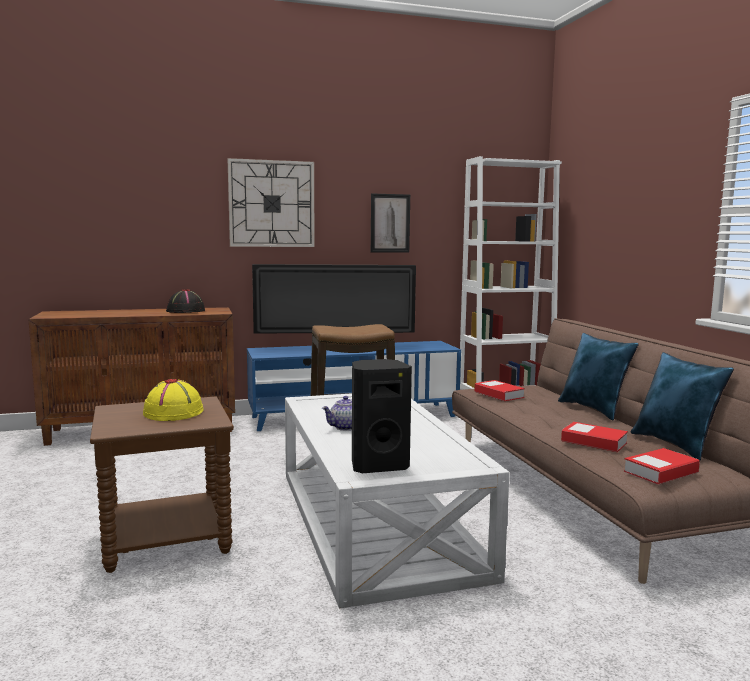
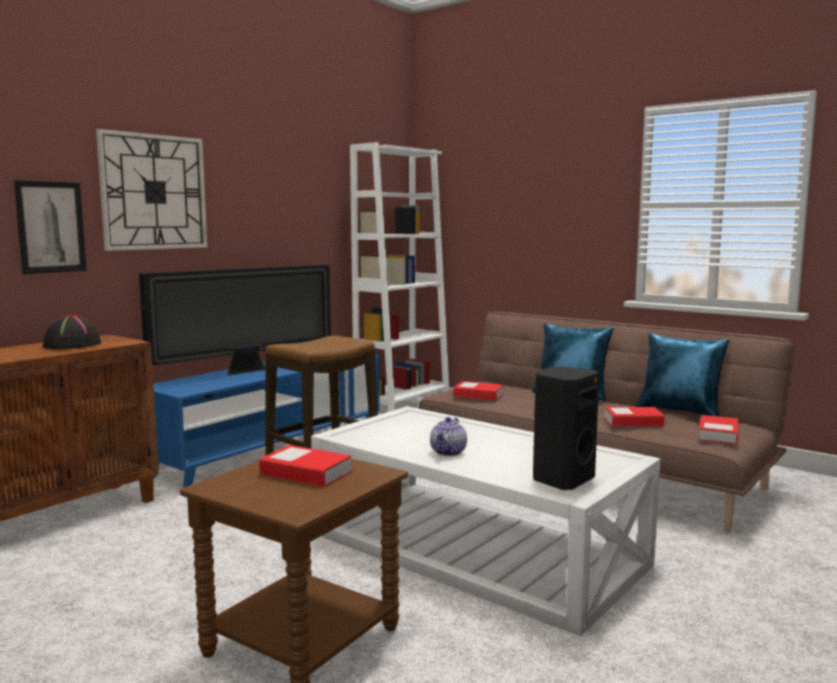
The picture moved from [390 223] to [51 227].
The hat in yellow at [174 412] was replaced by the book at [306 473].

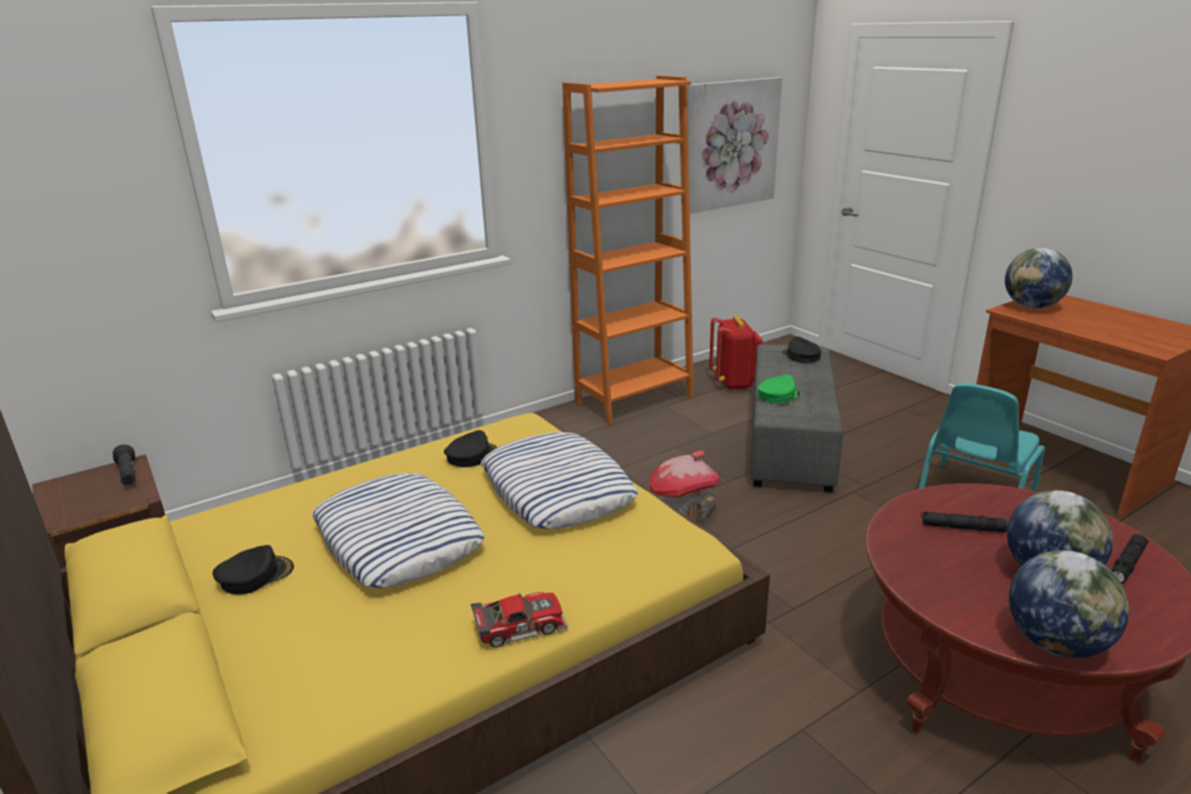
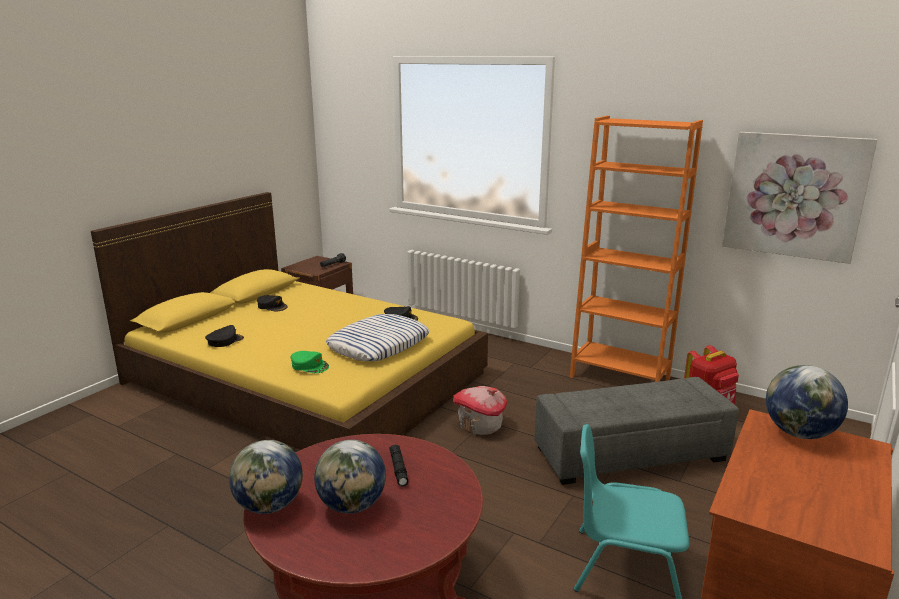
The cap in black moved from [801 356] to [225 341].
The cap in green moved from [778 395] to [310 366].
The pillow at [397 539] disappeared.
The flashlight in black at [1127 564] disappeared.
The toy car at [519 624] disappeared.

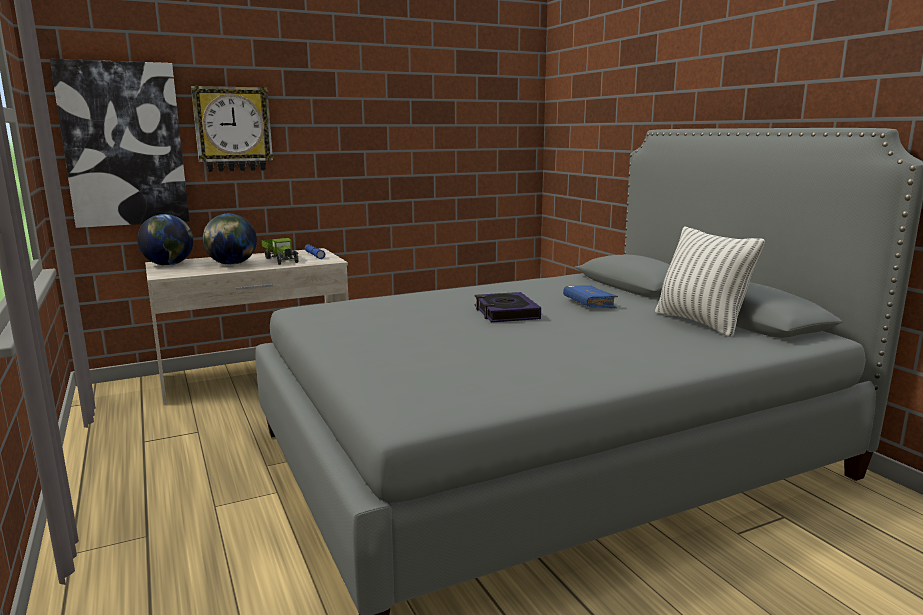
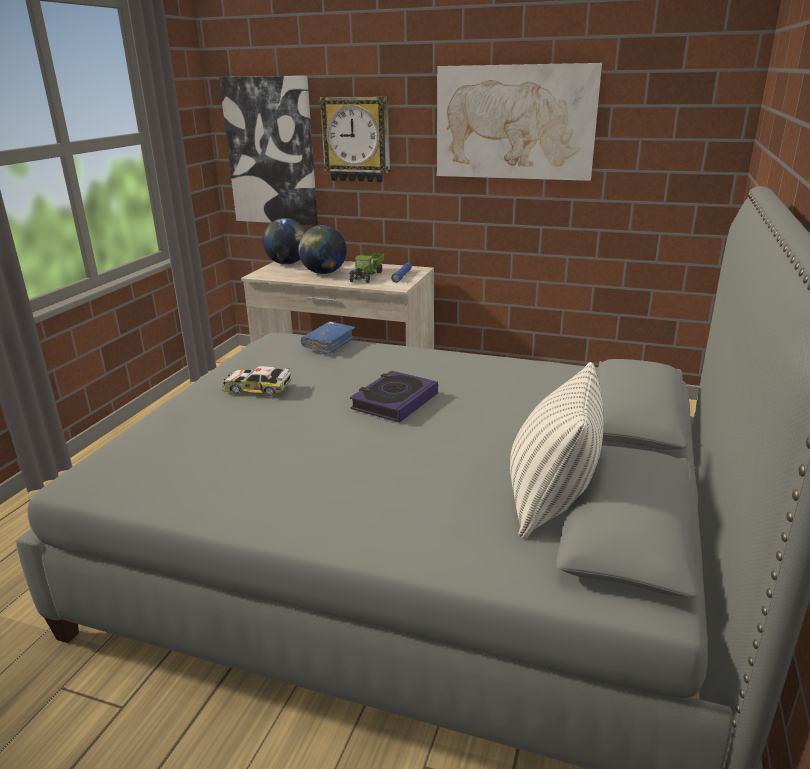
The book in blue moved from [589 304] to [329 344].
The picture at [514 122] appeared.
The toy car at [257 388] appeared.

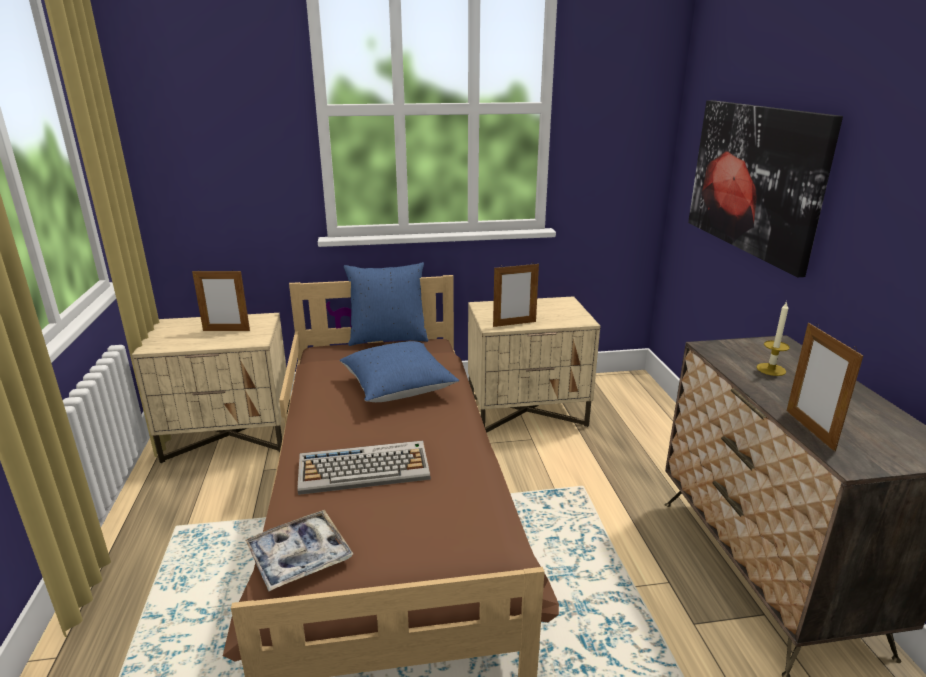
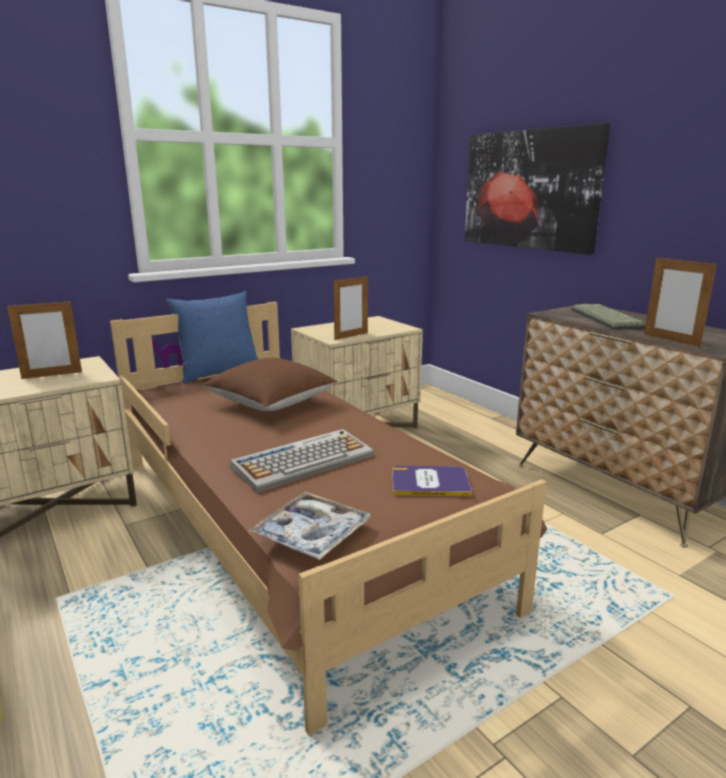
The candle at [771 369] was replaced by the keyboard at [603 318].
The pillow in blue at [398 388] became the pillow in brown at [271 403].
The book at [430 482] appeared.

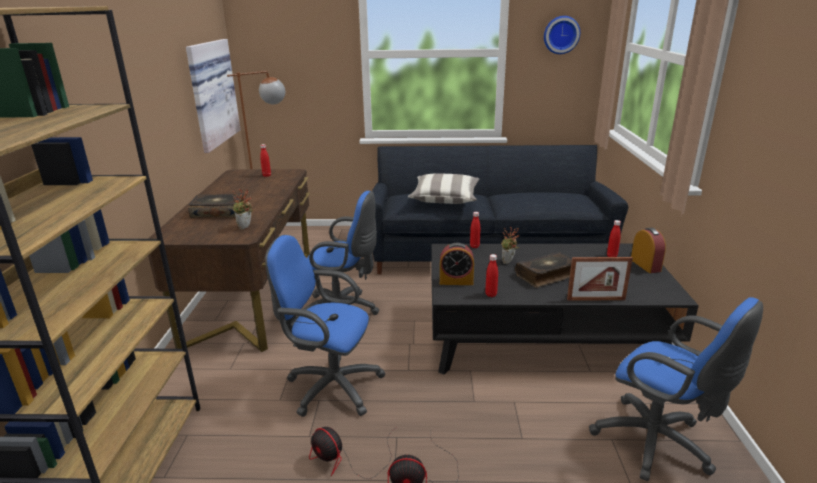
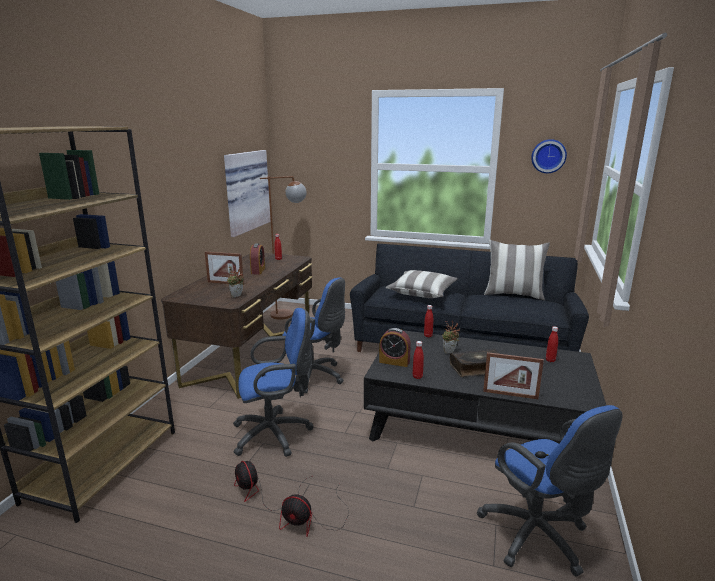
The book at [219 212] was replaced by the picture frame at [225 283].
The alarm clock moved from [645 265] to [258 271].
The office chair in blue at [329 386] turned 135 degrees clockwise.
The pillow at [513 294] appeared.

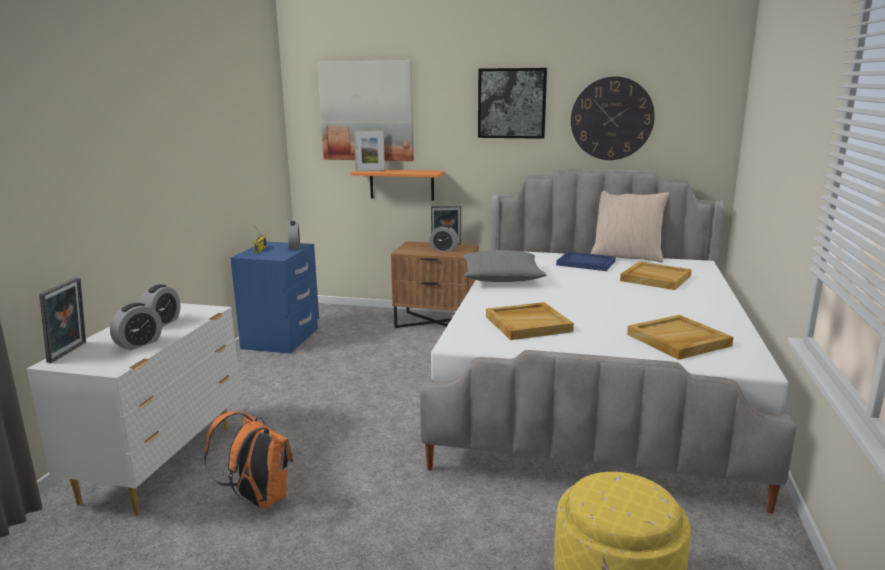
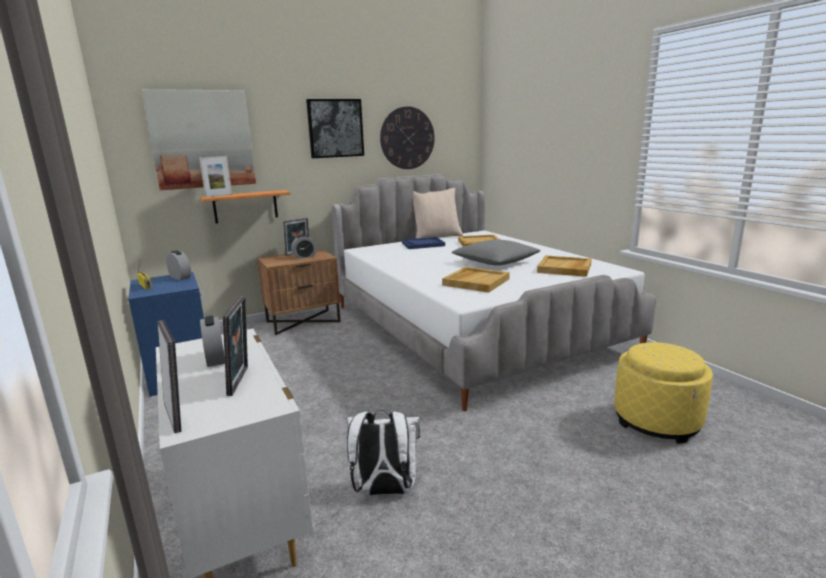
The pillow in grey moved from [501 278] to [495 262].
The alarm clock at [139 344] was replaced by the picture frame at [241 380].
The backpack in orange at [258 499] became the backpack in white at [385 491].

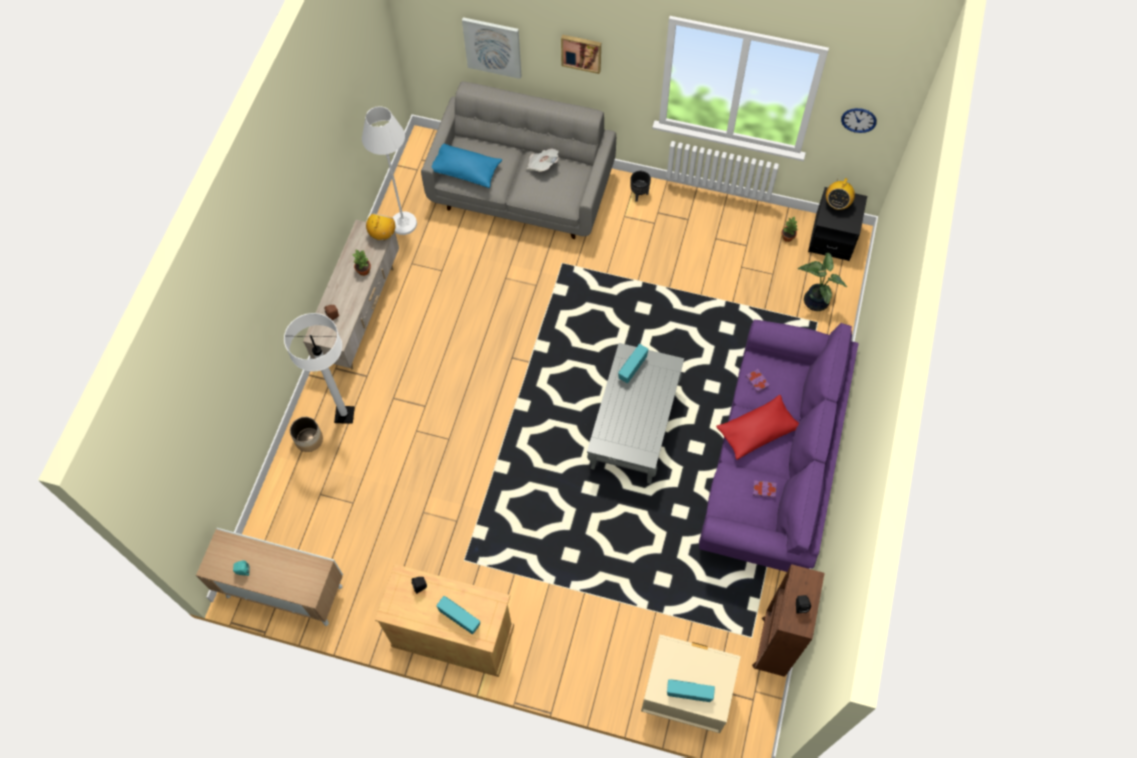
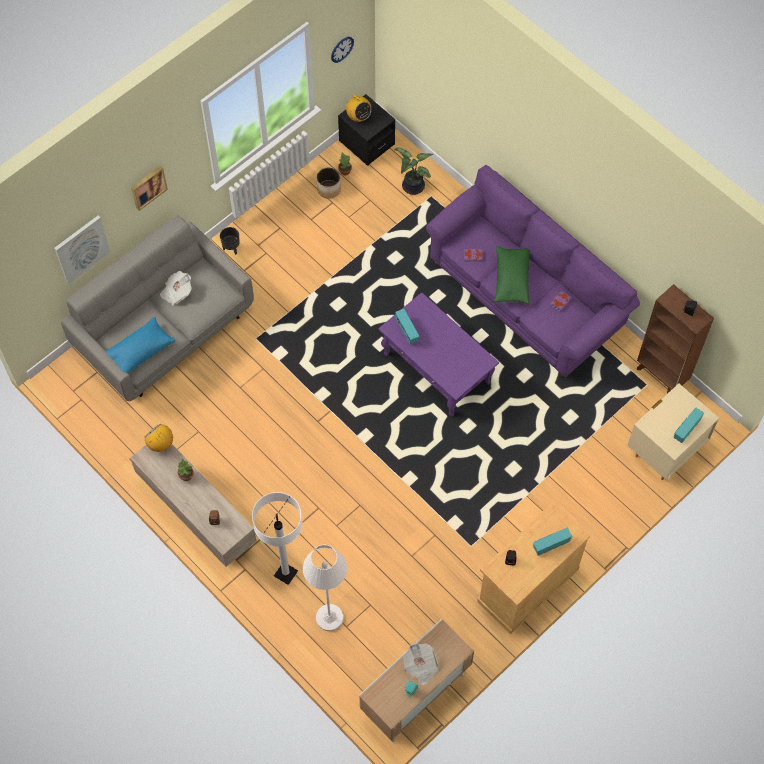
The floor lamp in white moved from [403 223] to [329 618].
The coffee table in grey at [633 428] became the coffee table in purple at [437 369].
The pillow in red at [757 431] became the pillow in green at [511 279].
The planter moved from [309 439] to [329 189].
The newspaper at [420 666] appeared.

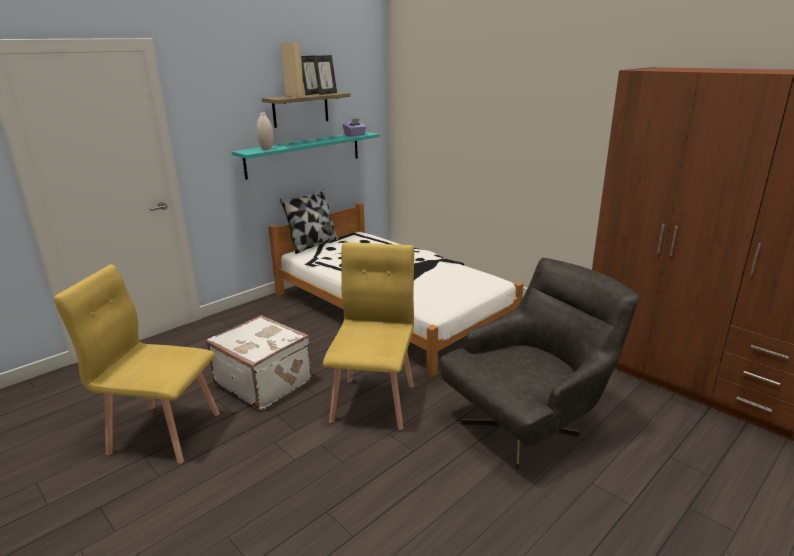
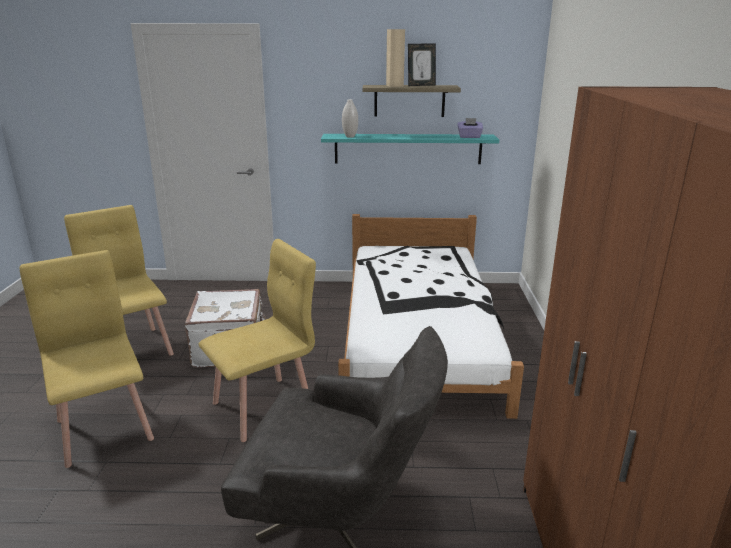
The picture frame at [326 93] disappeared.
The pillow at [313 245] disappeared.
The chair in yellow at [105 428] appeared.

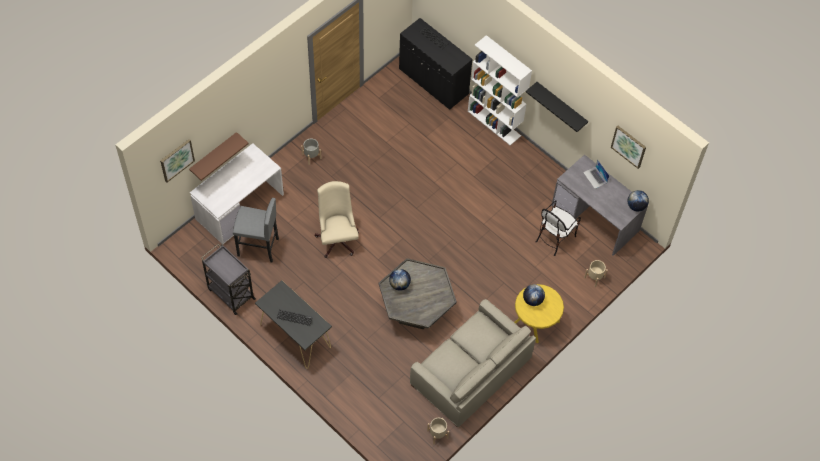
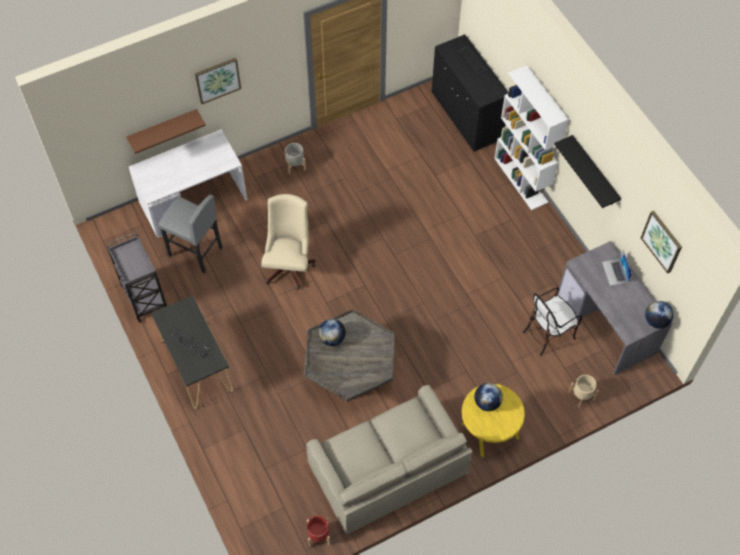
The picture moved from [176 160] to [217 80].
The planter in beige at [437 434] became the planter in red at [319 535].

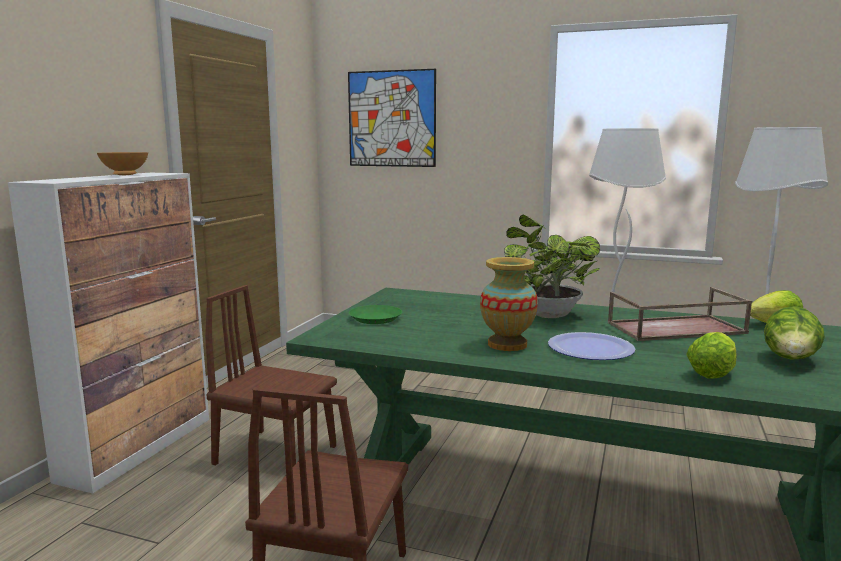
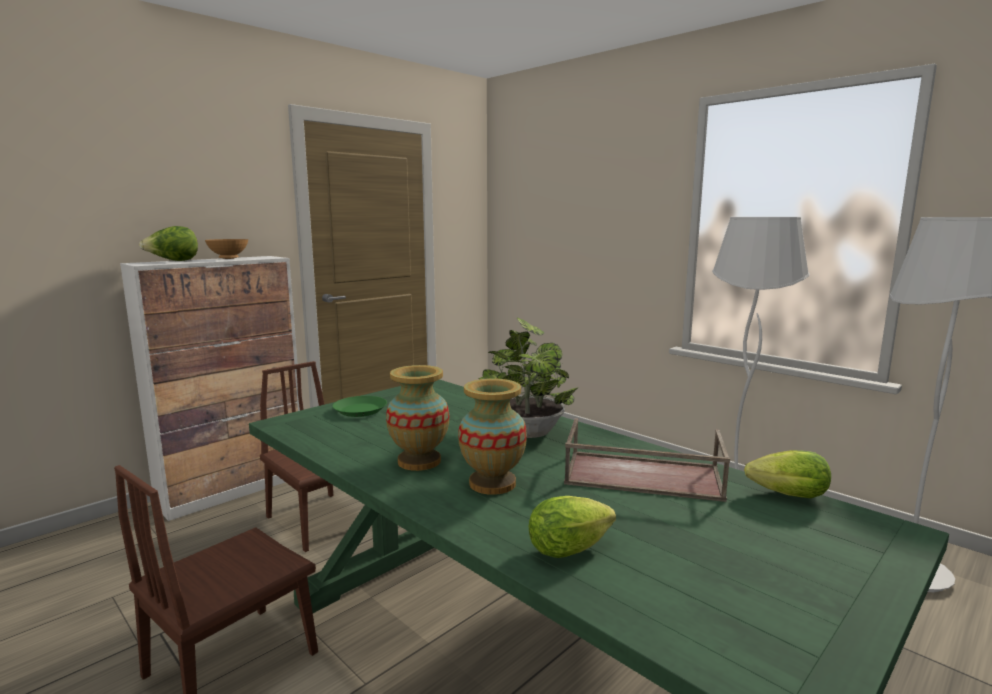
The picture at [391 119] disappeared.
The lettuce moved from [790 360] to [173 261].
The plate at [591 349] was replaced by the vase at [493 484].

